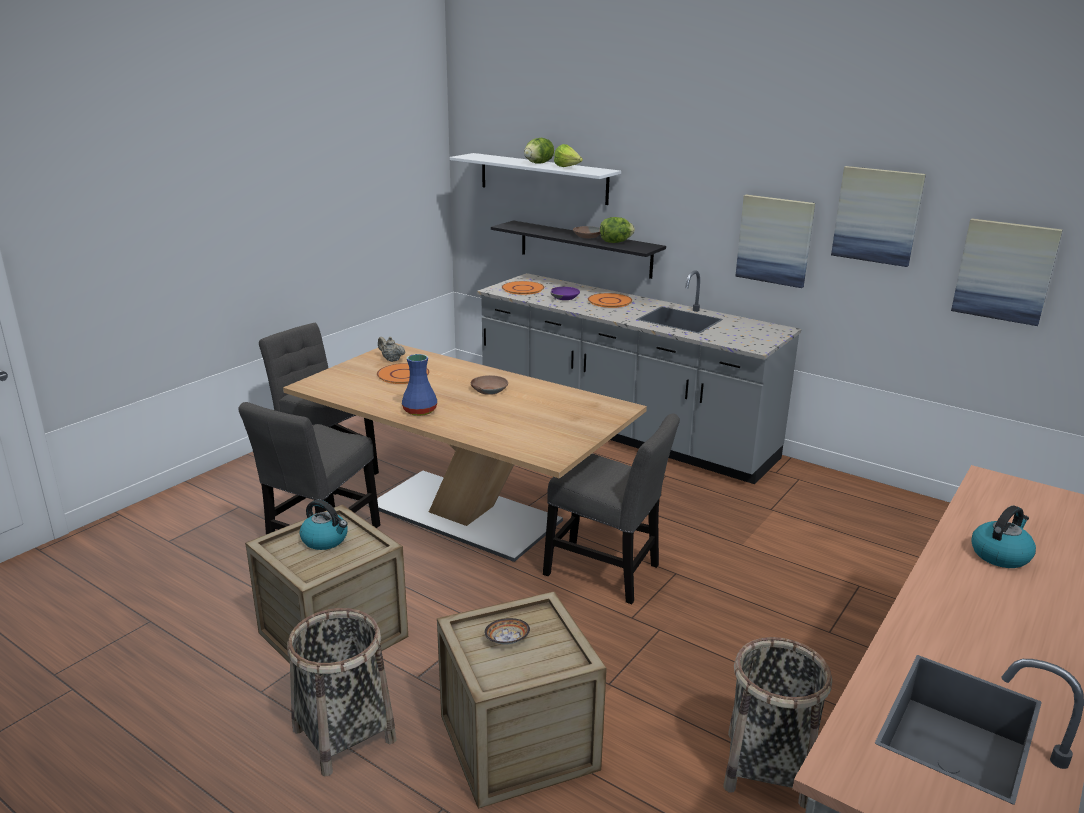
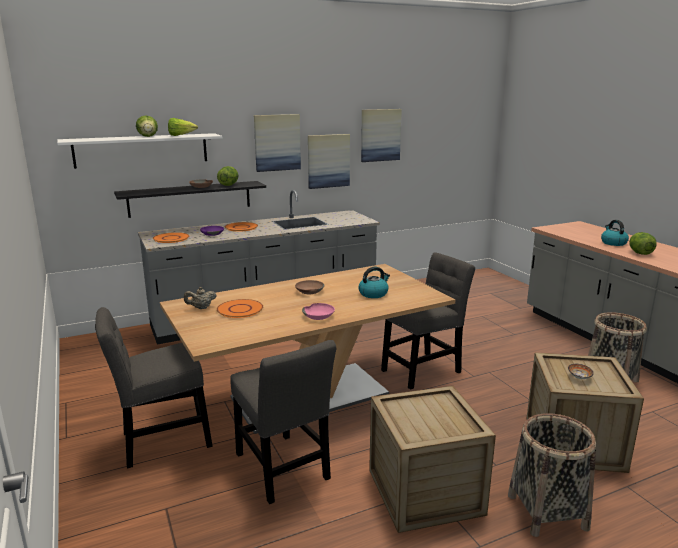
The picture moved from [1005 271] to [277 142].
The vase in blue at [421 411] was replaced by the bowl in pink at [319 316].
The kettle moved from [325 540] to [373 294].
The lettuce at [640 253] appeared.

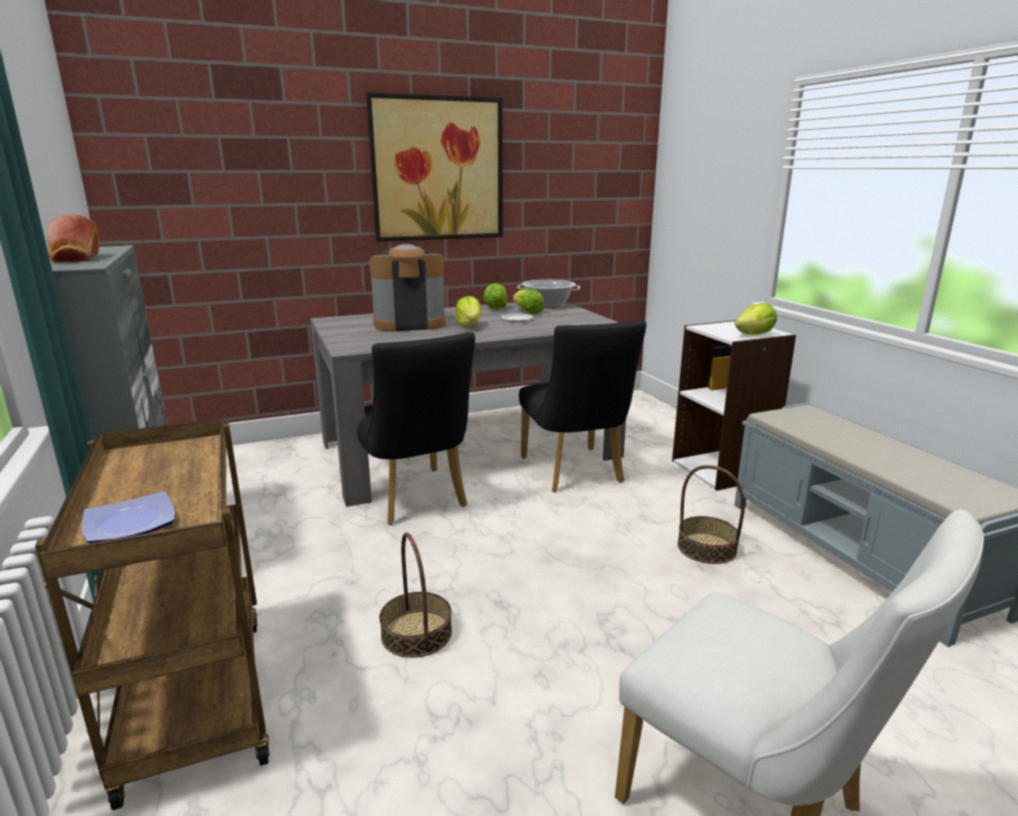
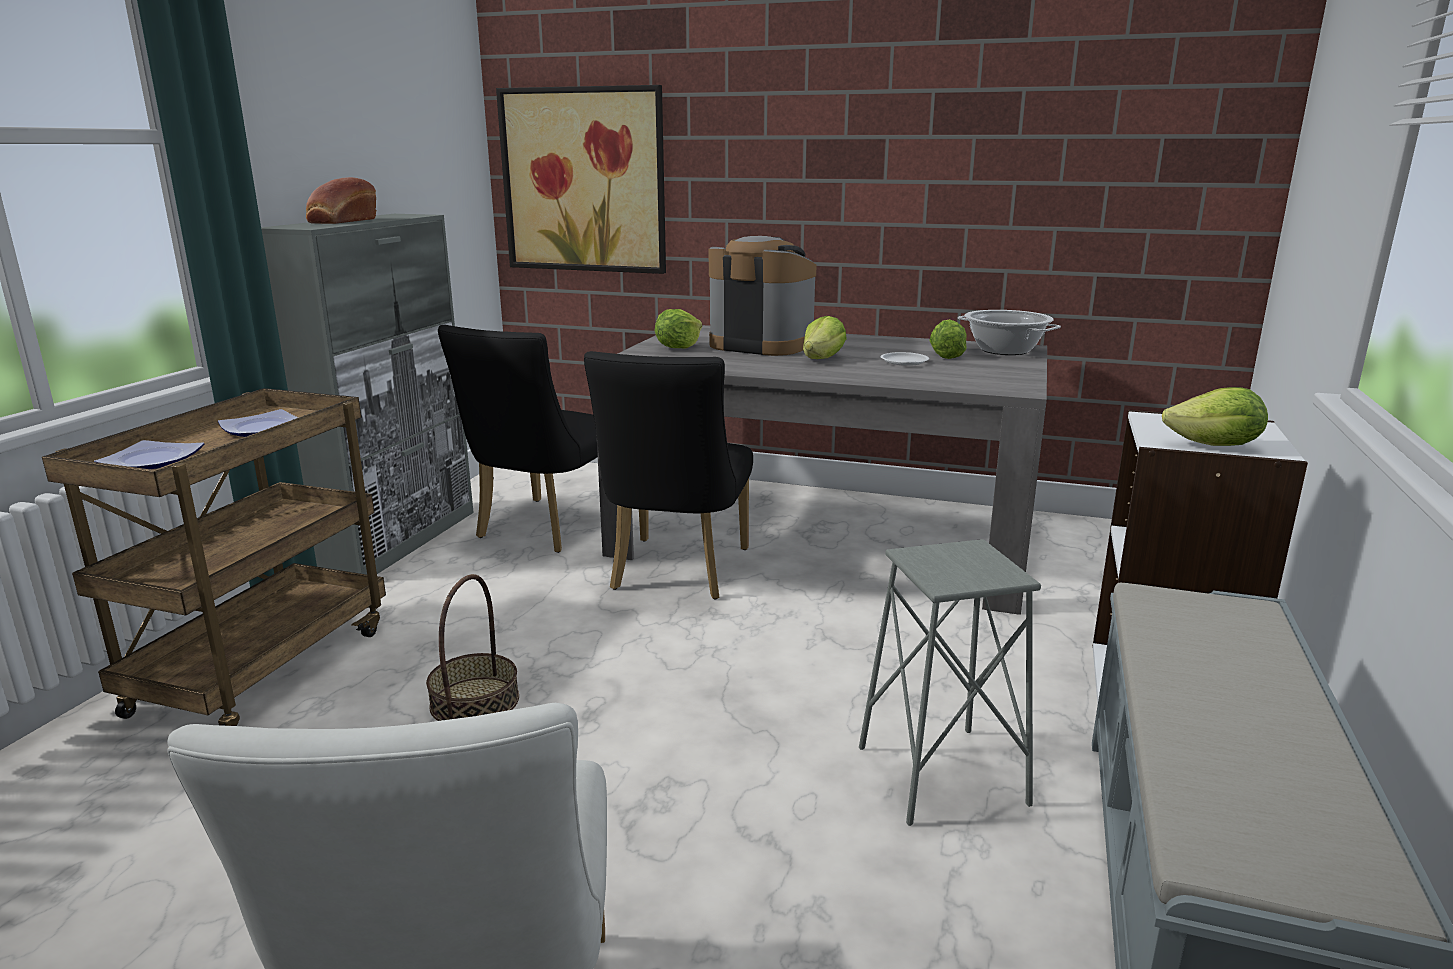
The picture moved from [437 169] to [584 181].
The lettuce moved from [495 308] to [678 347].
The chair in black moved from [575 473] to [542 529].
The basket at [707 548] was replaced by the stool in grey at [941 775].
The plate at [264 429] appeared.

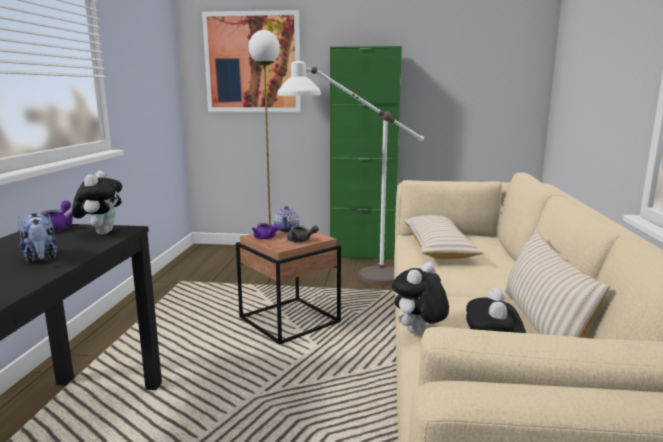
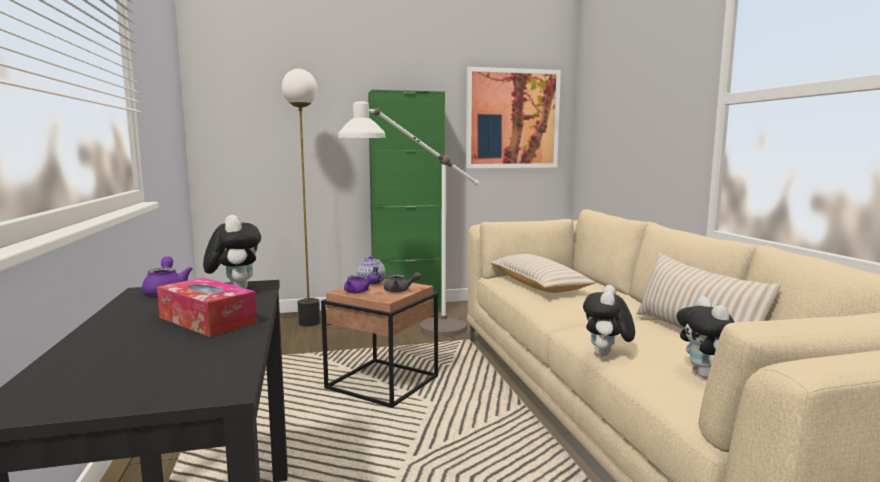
The picture moved from [252 62] to [512 119].
The plush toy at [41 258] was replaced by the tissue box at [207 320].

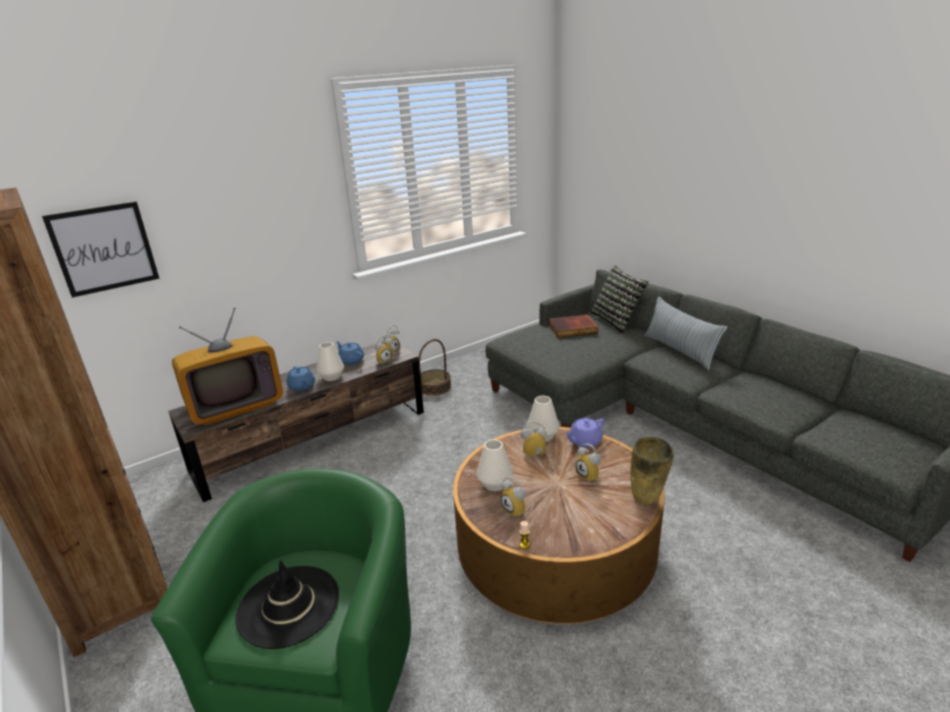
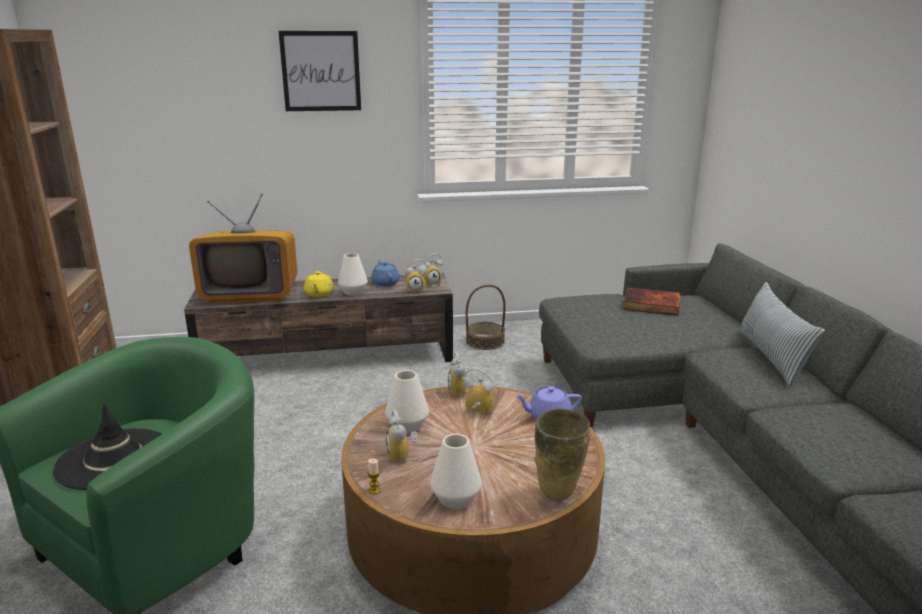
The picture moved from [104 248] to [321 71].
The pillow at [617 321] disappeared.
The teapot in blue at [302 387] became the teapot in yellow at [319 294].
The vase in white moved from [543 436] to [455 499].
The alarm clock moved from [590 475] to [461 392].

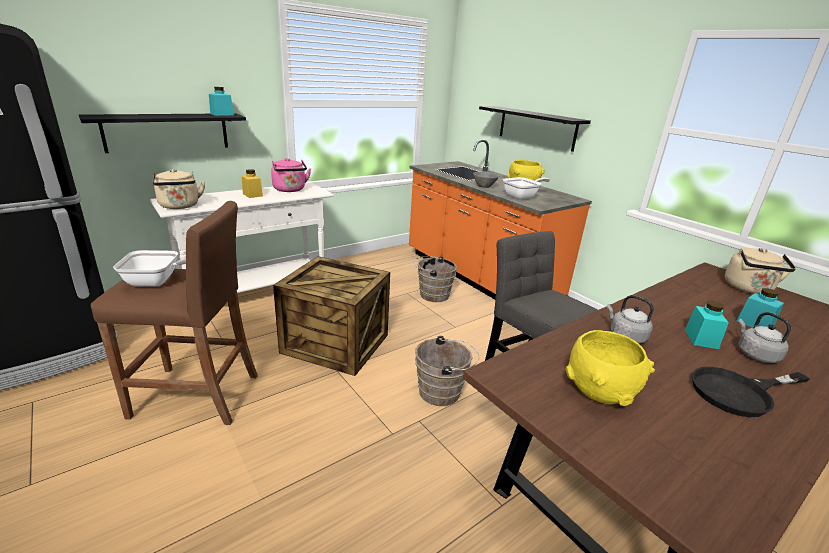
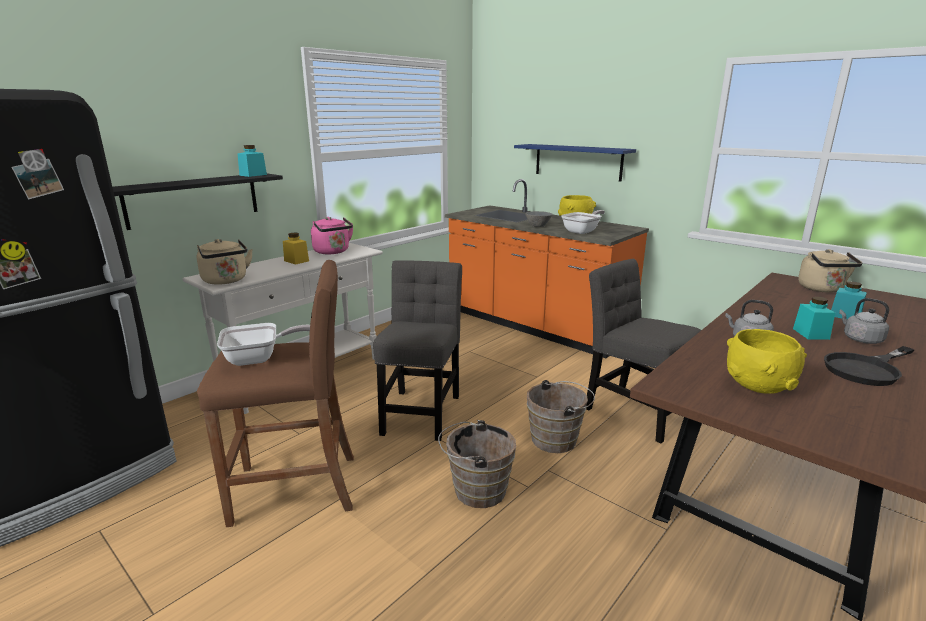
The shelf in black at [536 128] became the shelf in blue at [577 162].
The crate at [336 343] was replaced by the chair in grey at [421 411].
The bucket in brown moved from [432 294] to [475 490].

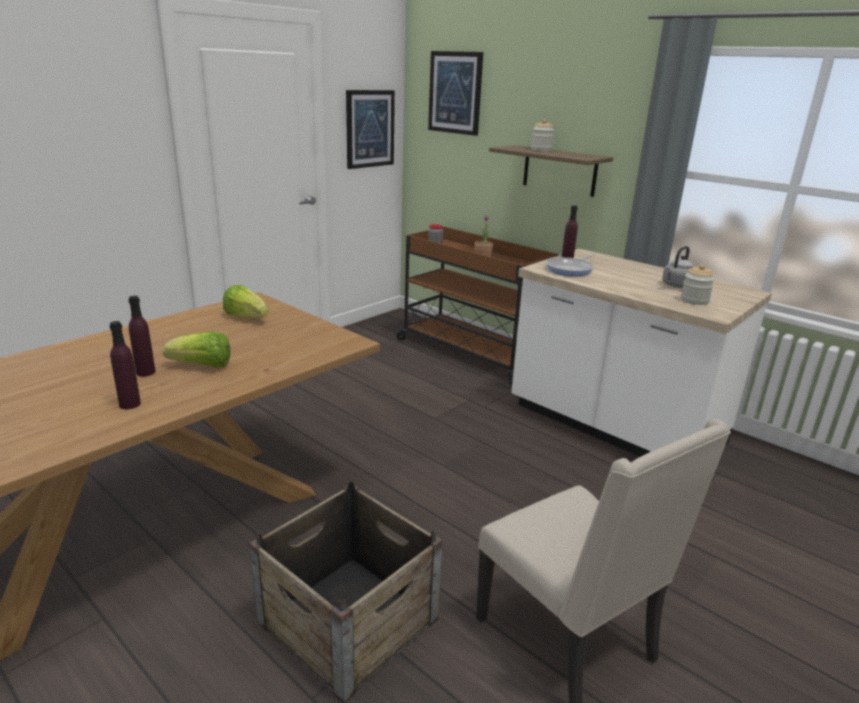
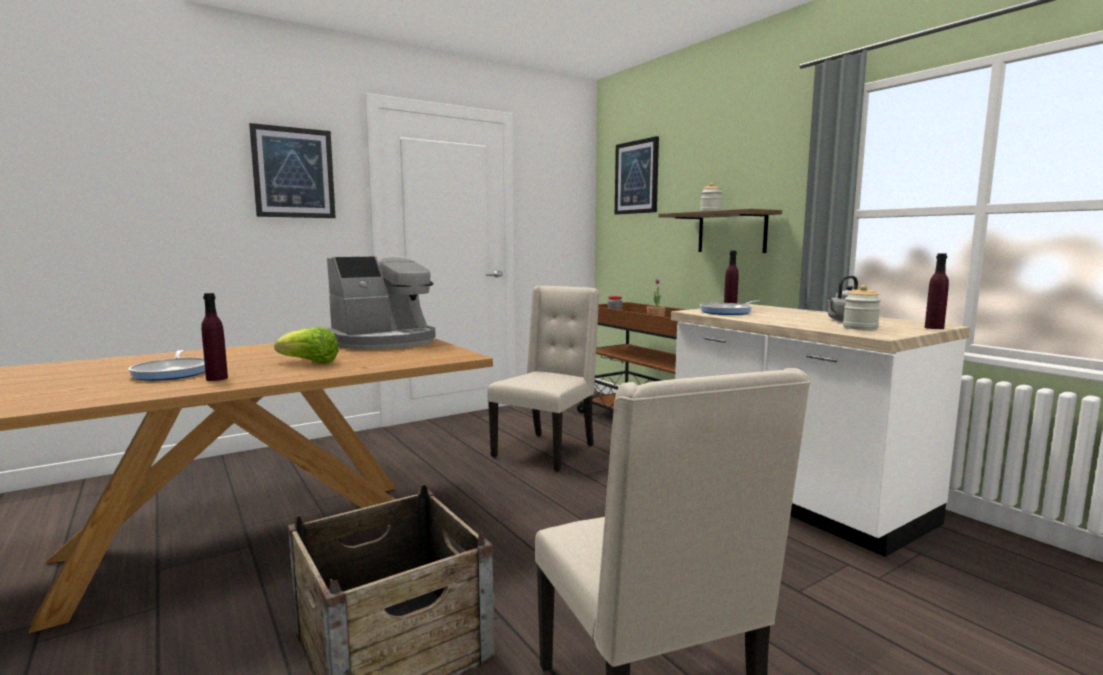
The picture moved from [370 129] to [293 173].
The lettuce at [246 317] was replaced by the coffee machine at [384 341].
The bottle in purple moved from [145 372] to [934 328].
The chair in beige at [546 450] appeared.
The frying pan at [173 372] appeared.

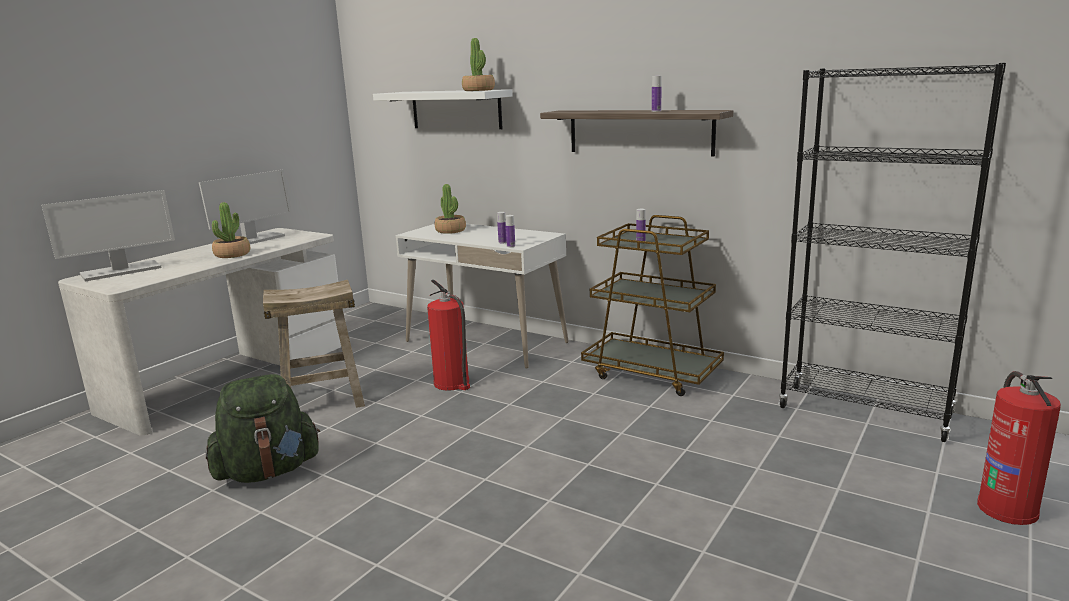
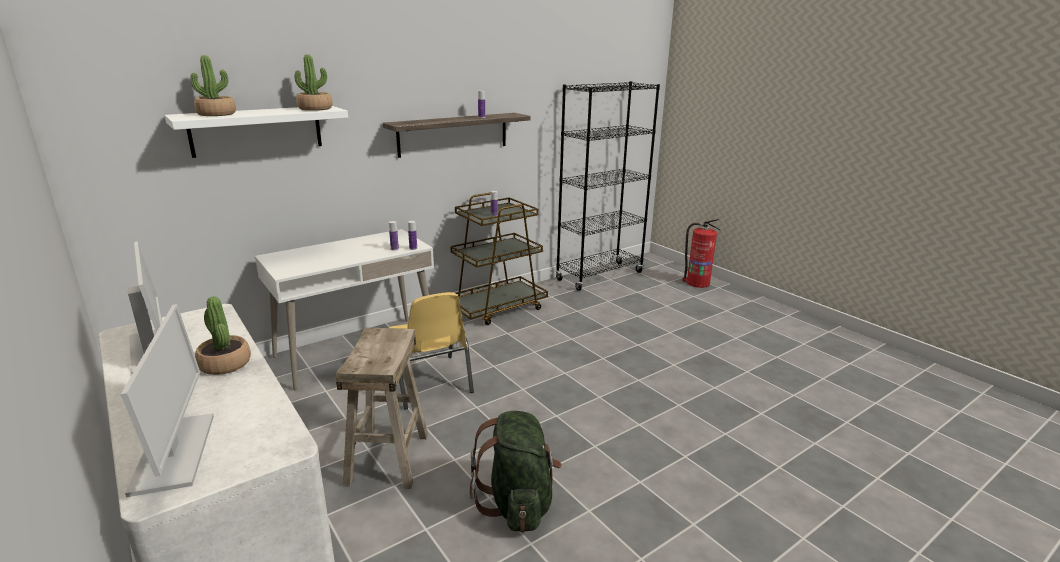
The potted plant moved from [450 230] to [216 114].
The fire extinguisher at [452 383] was replaced by the chair in yellow at [428 382].

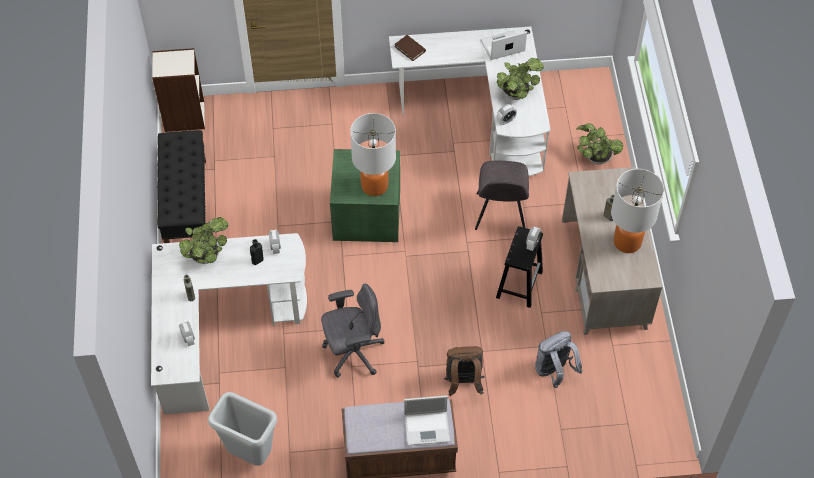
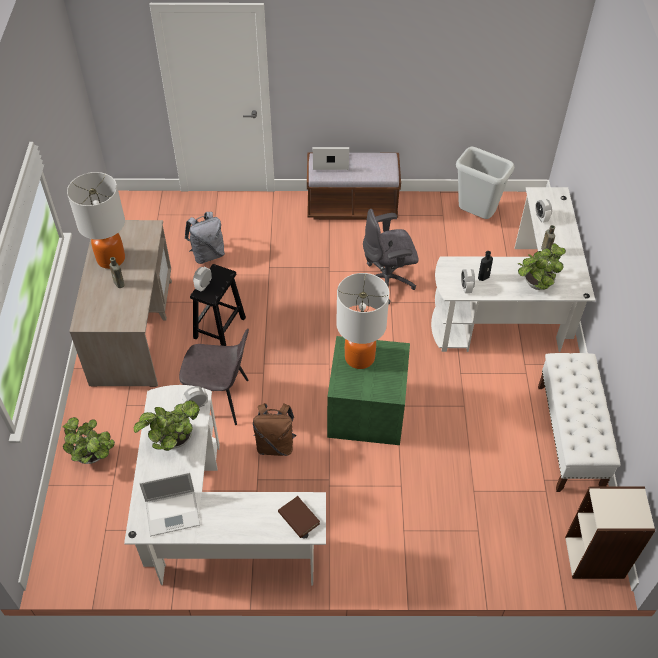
The bench in black at [186 205] became the bench in white at [569 437].
The chair in grey at [500 214] turned 90 degrees clockwise.
The backpack in brown moved from [463 383] to [275 444].

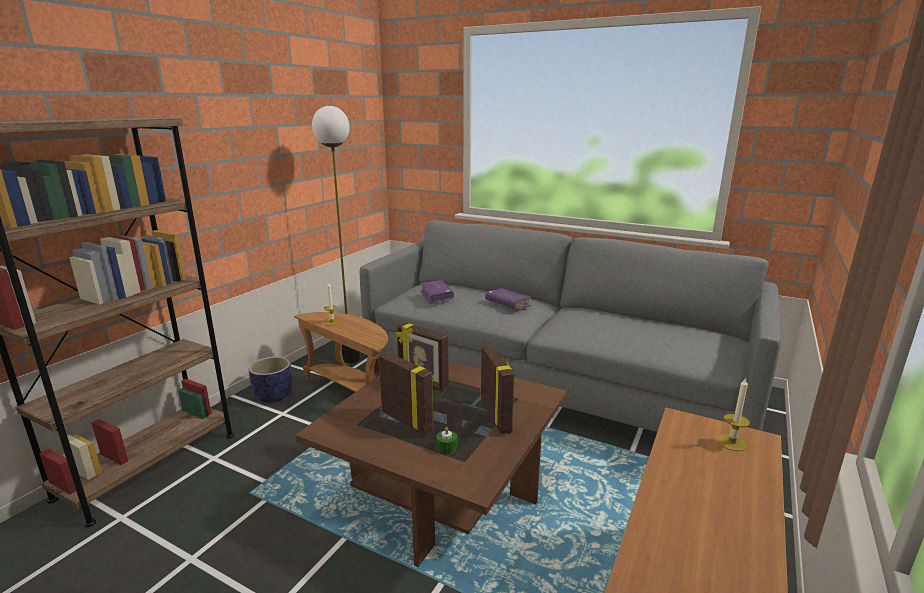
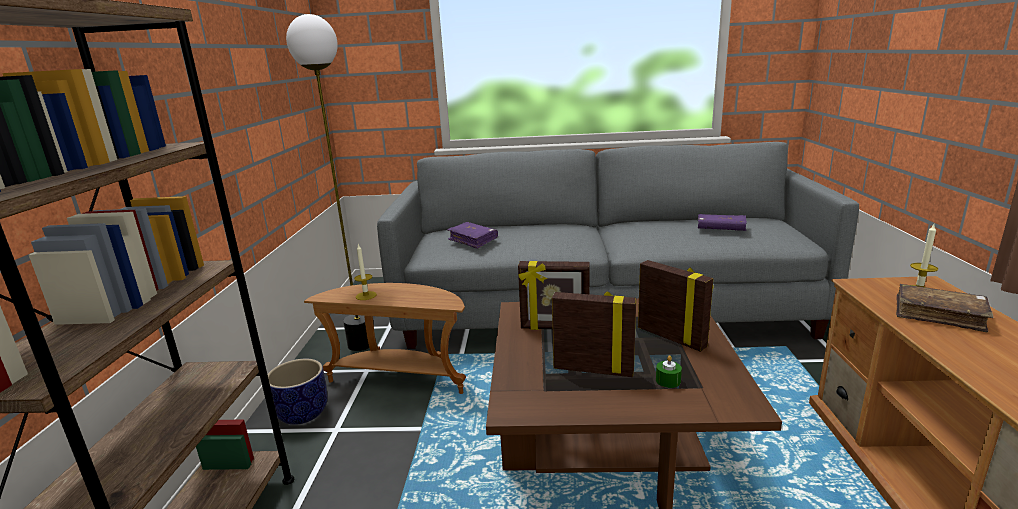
The book in purple moved from [507 304] to [720 229].
The book in brown at [939 315] appeared.

